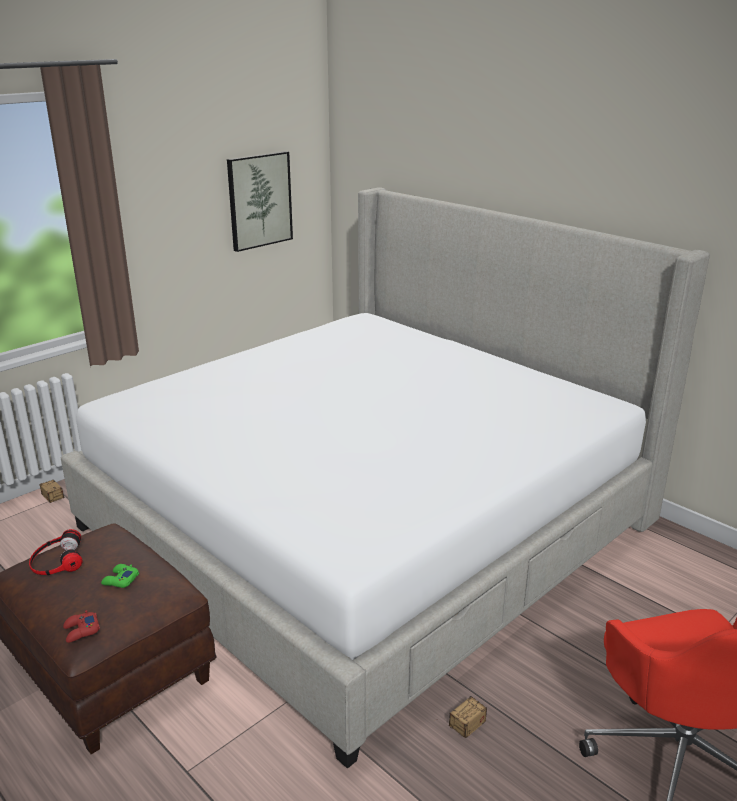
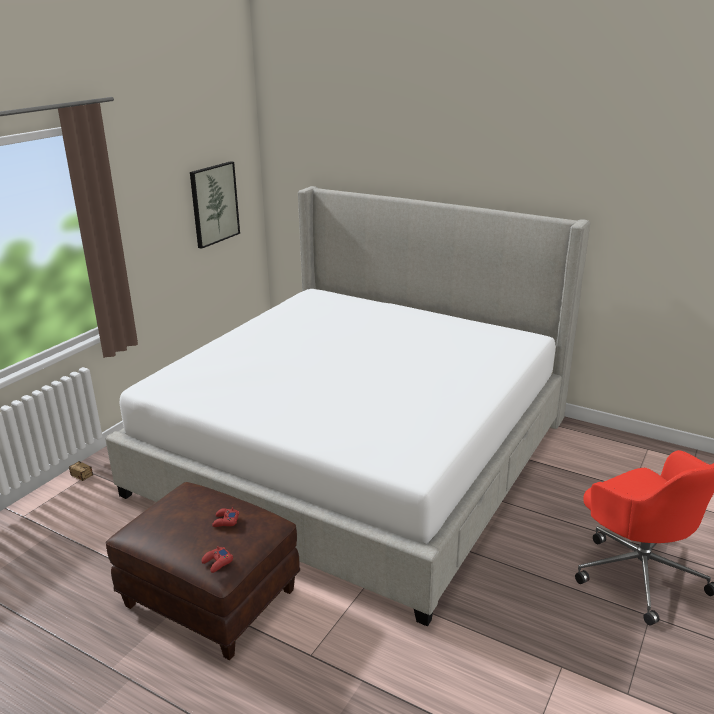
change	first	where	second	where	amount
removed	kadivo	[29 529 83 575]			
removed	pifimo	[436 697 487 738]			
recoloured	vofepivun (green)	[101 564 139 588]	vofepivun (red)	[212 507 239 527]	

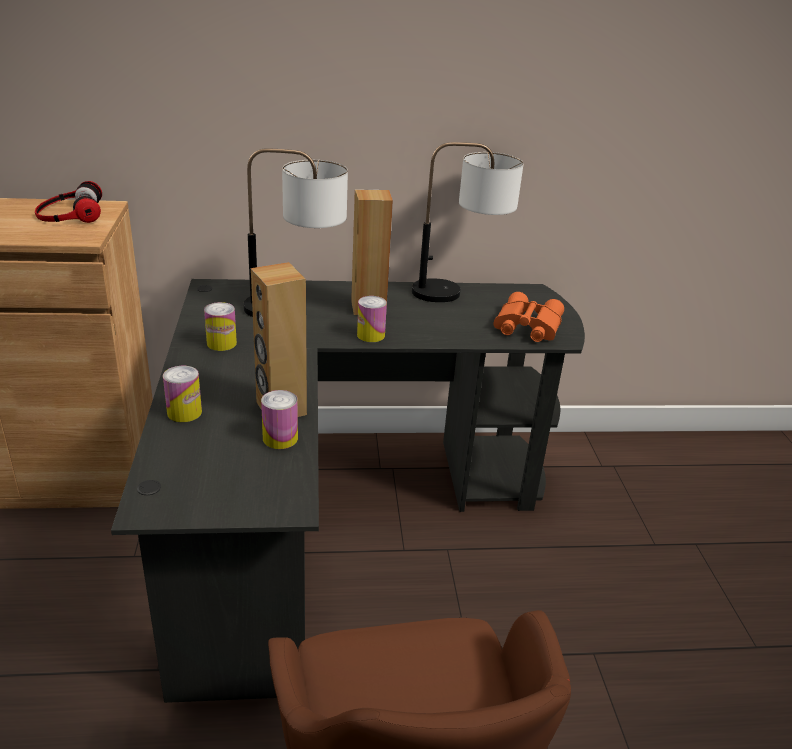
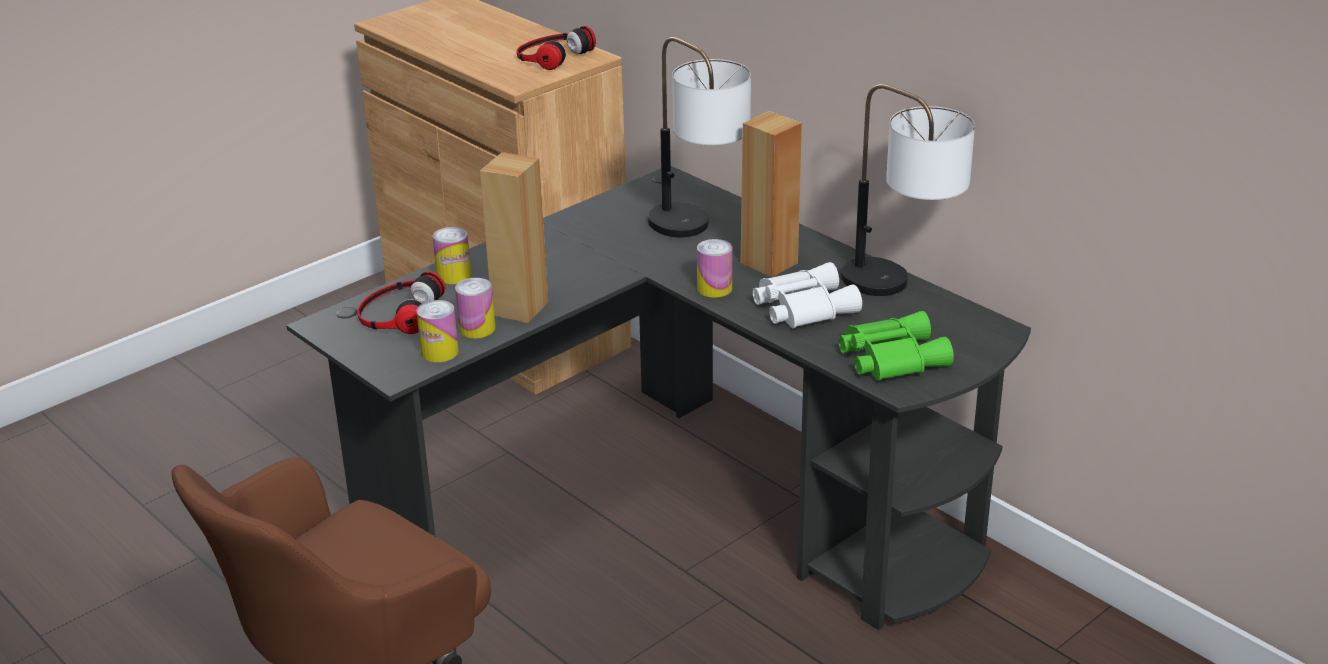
change	first	where	second	where	amount
added			kadivo	[357 271 445 334]	
added			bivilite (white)	[753 262 862 328]	
moved	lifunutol	[204 302 237 351]		[416 300 459 362]	
recoloured	bivilite (orange)	[494 292 564 342]	bivilite (green)	[838 311 954 381]	

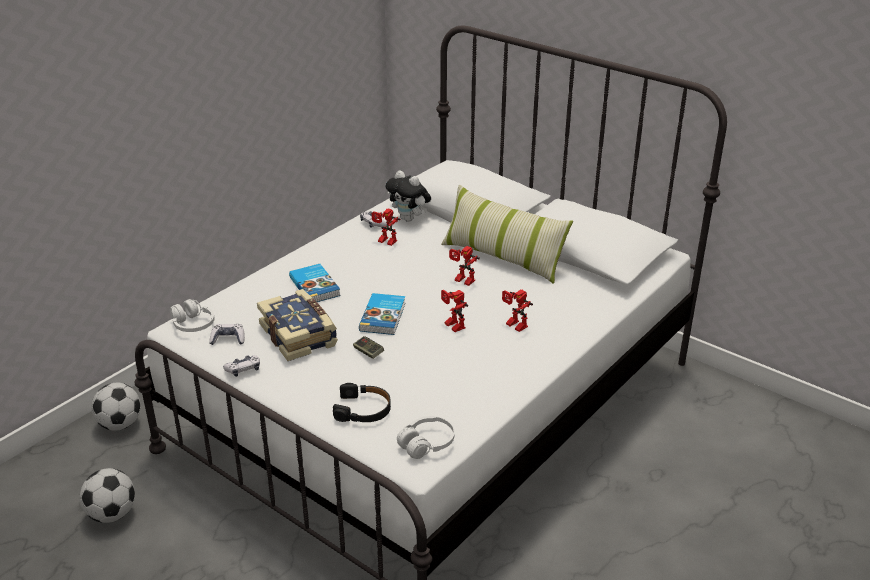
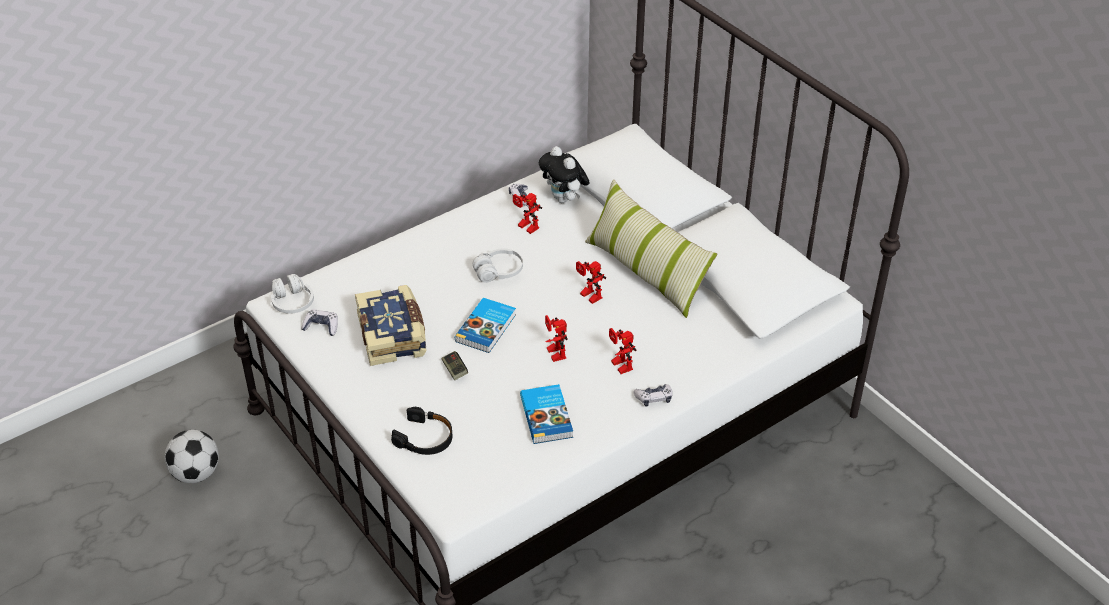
change	first	where	second	where	amount
removed	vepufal	[91 383 141 431]			
moved	vofepivun	[223 355 260 377]		[633 384 673 407]	
moved	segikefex	[289 264 341 302]		[520 384 573 444]	
moved	kadivo (white)	[397 416 455 459]		[472 248 523 283]	

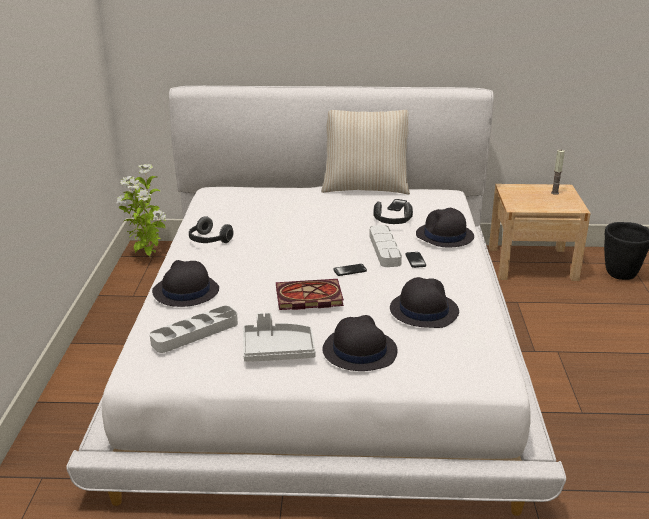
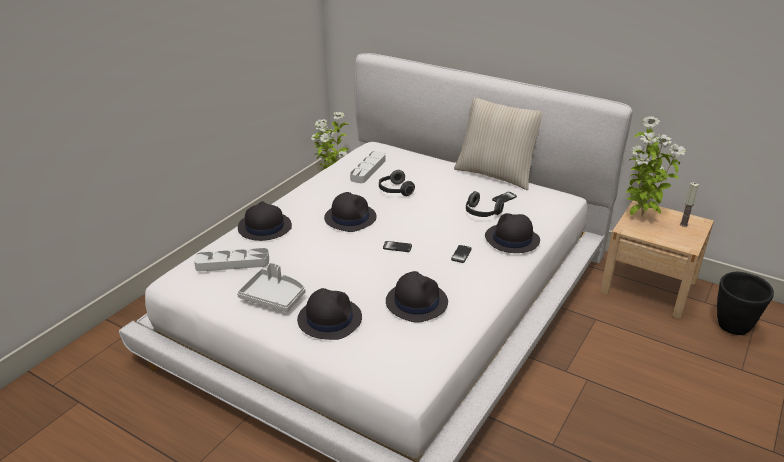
change	first	where	second	where	amount
removed	segikefex	[276 279 344 310]			
added			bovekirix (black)	[324 192 377 232]	
added			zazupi	[626 116 686 216]	
moved	kadivo	[189 216 234 243]		[379 170 415 196]	
moved	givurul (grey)	[369 225 402 267]		[350 151 386 183]	

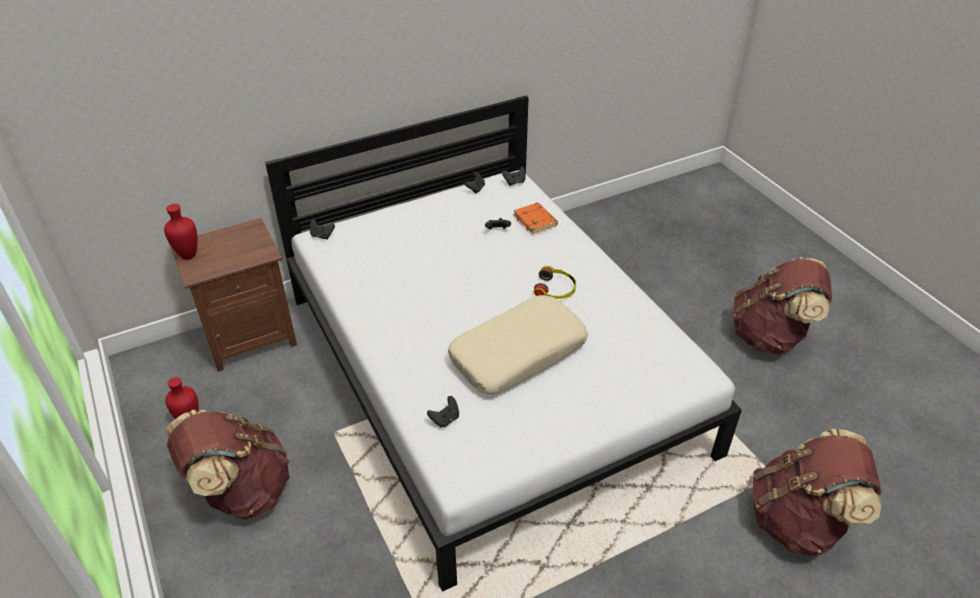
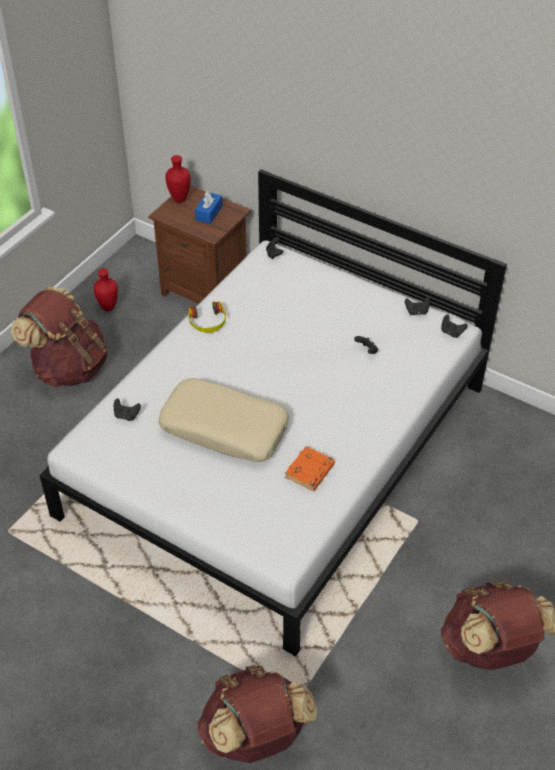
change	first	where	second	where	amount
added			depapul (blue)	[195 191 222 224]	
moved	segikefex (orange)	[513 203 558 234]		[285 446 335 491]	
moved	kadivo	[534 266 576 299]		[188 301 226 333]	

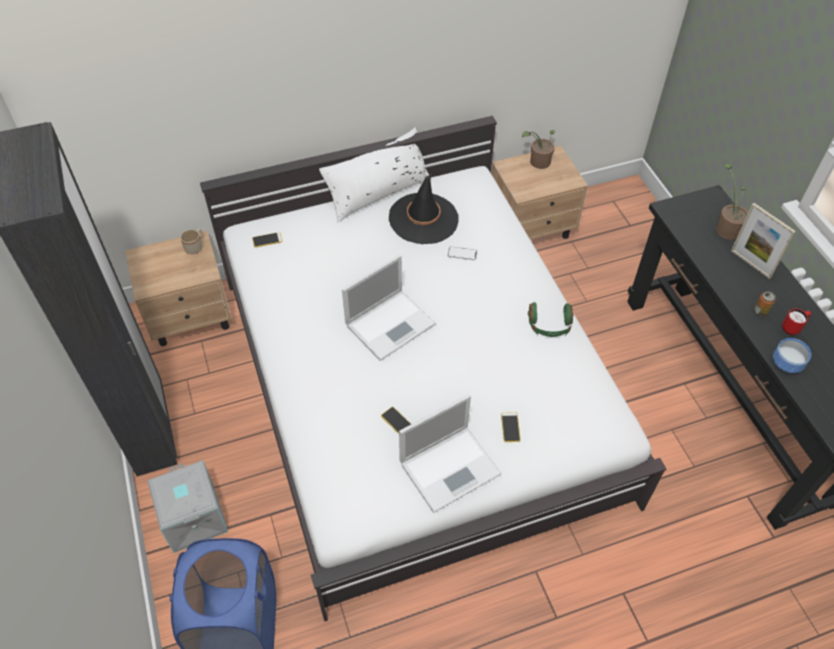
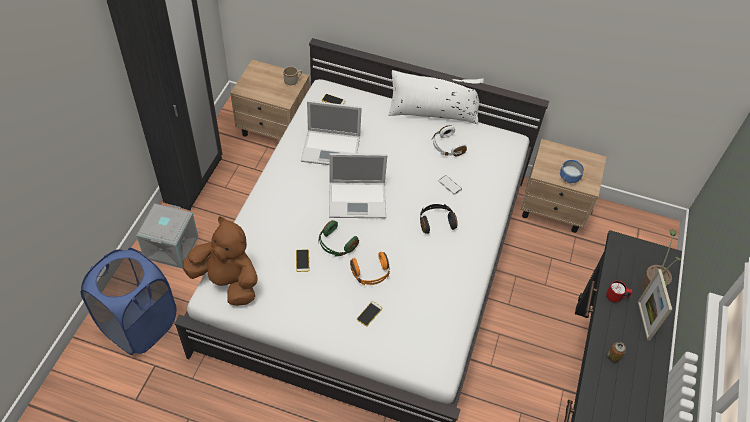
change	first	where	second	where	amount
removed	zazupi	[522 130 555 169]			
added			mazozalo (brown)	[183 216 258 306]	
added			kadivo (orange)	[350 252 390 285]	
added			kadivo (black)	[420 204 458 234]	
moved	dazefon	[399 394 502 513]		[301 100 362 165]	
moved	kadivo (green)	[528 302 574 337]		[318 220 359 257]	
moved	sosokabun	[773 338 811 373]		[560 160 584 183]	
moved	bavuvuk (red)	[782 309 811 335]		[606 281 632 303]	
replaced	bovekirix (black)	[389 173 459 244]	kadivo (white)	[432 125 467 156]	

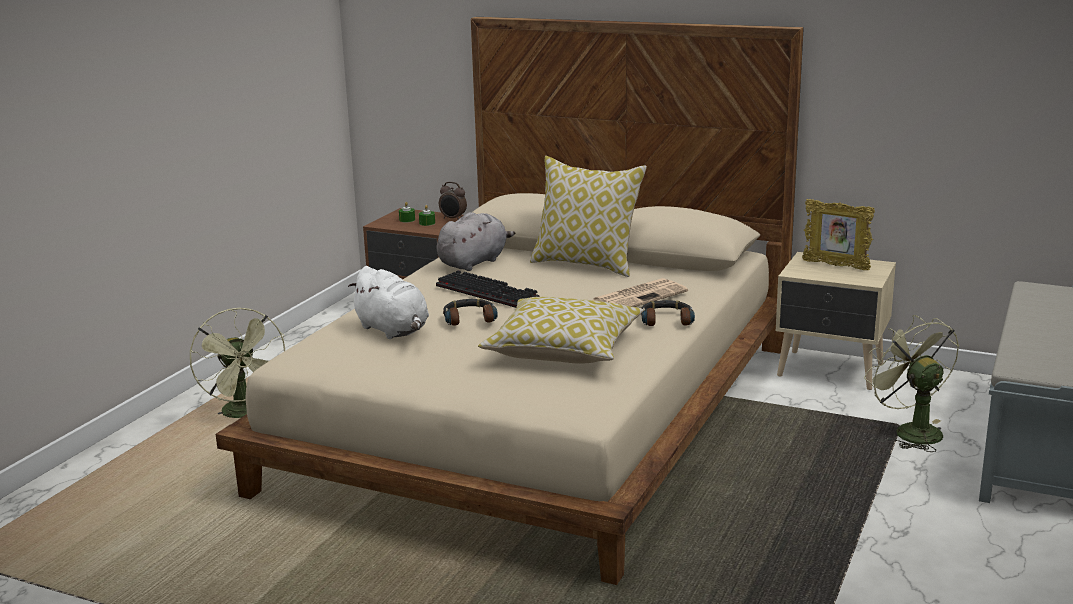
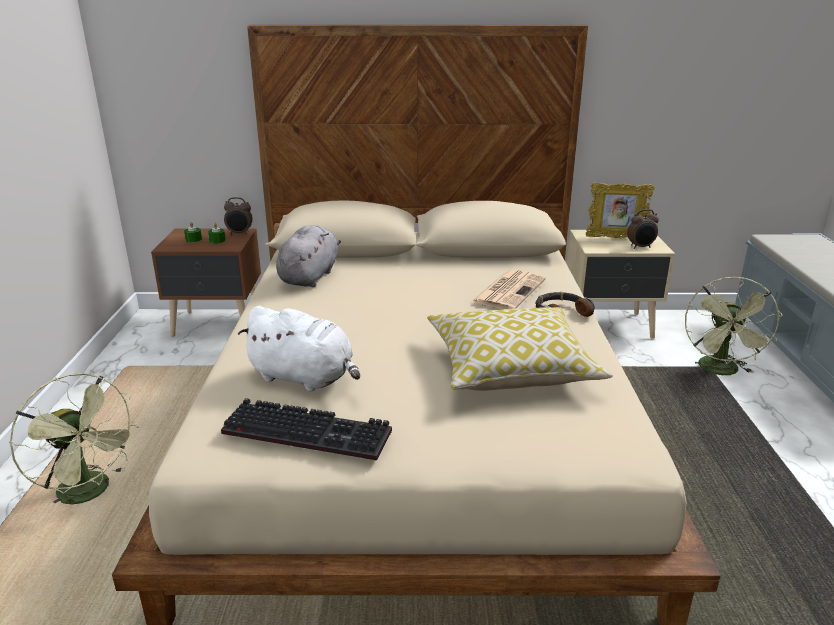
change	first	where	second	where	amount
removed	kadivo	[443 299 498 326]			
removed	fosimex	[530 156 647 277]			
added			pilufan	[627 209 659 249]	
moved	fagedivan	[436 270 539 308]		[221 398 392 461]	
turned	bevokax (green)	[864 315 959 452]		[685 276 783 375]	120 degrees counterclockwise

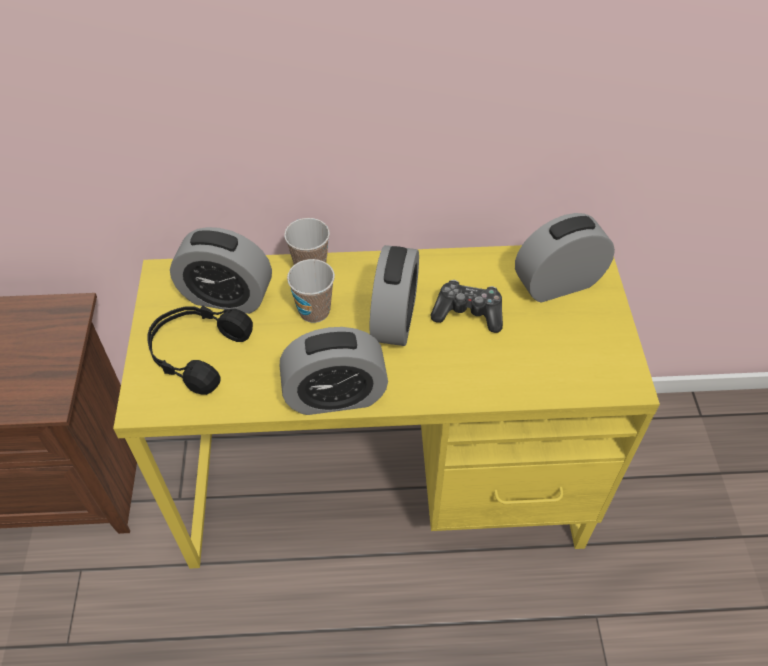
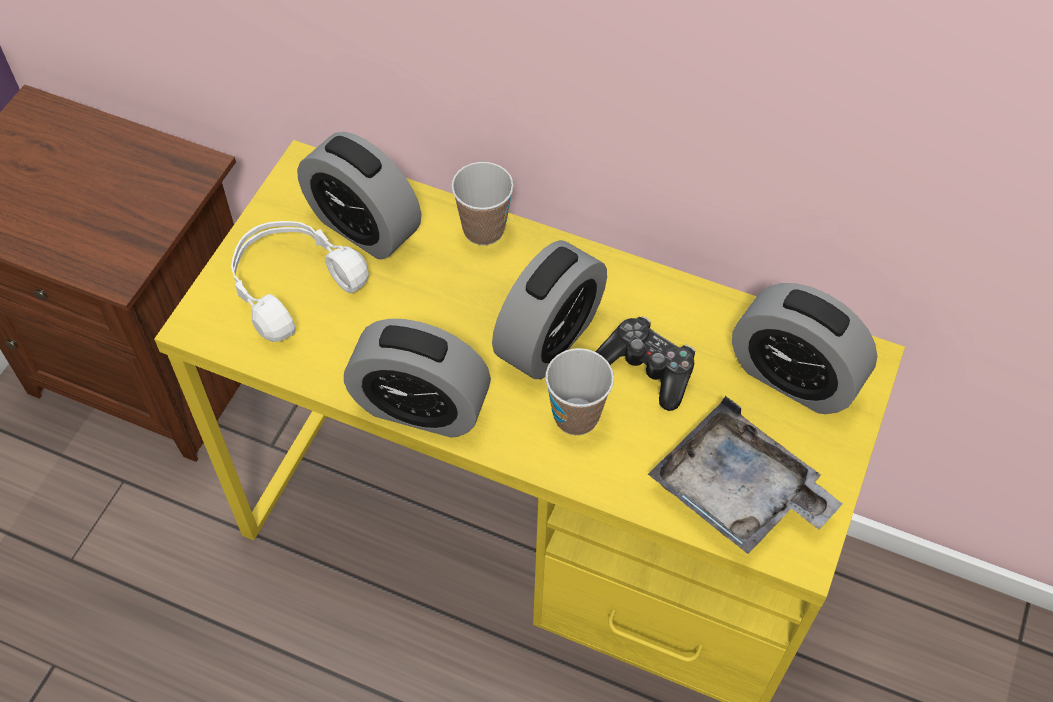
change	first	where	second	where	amount
added			givurul (grey)	[648 396 843 554]	
moved	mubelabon	[287 259 335 323]		[545 348 614 435]	
recoloured	kadivo (black)	[147 305 253 395]	kadivo (white)	[231 221 369 342]	
turned	pilufan	[515 213 615 302]		[732 283 878 414]	150 degrees counterclockwise

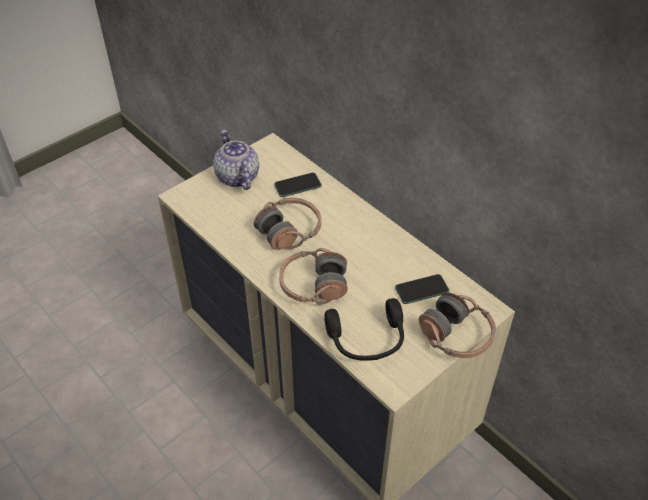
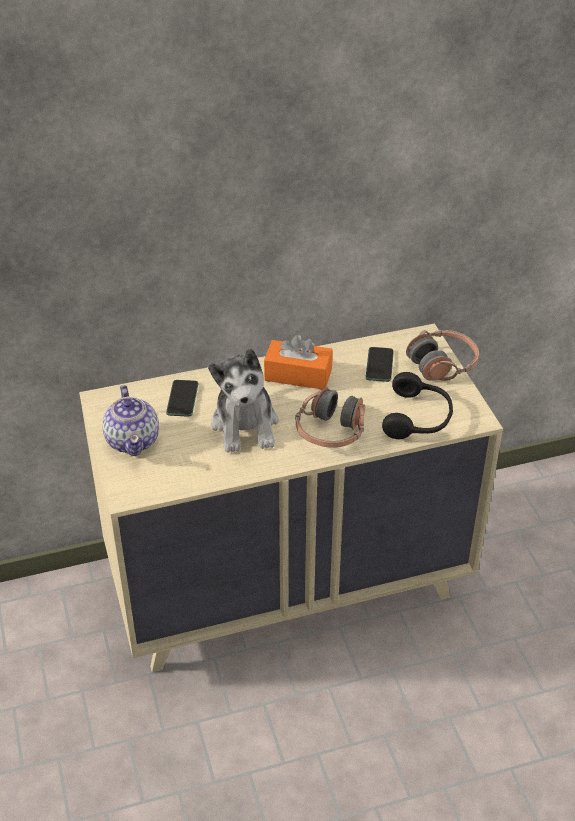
change	first	where	second	where	amount
added			depapul (orange)	[264 335 333 389]	
replaced	kadivo	[254 198 322 250]	mazozalo	[208 348 278 453]	
turned	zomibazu	[213 130 259 190]		[102 385 159 456]	105 degrees counterclockwise

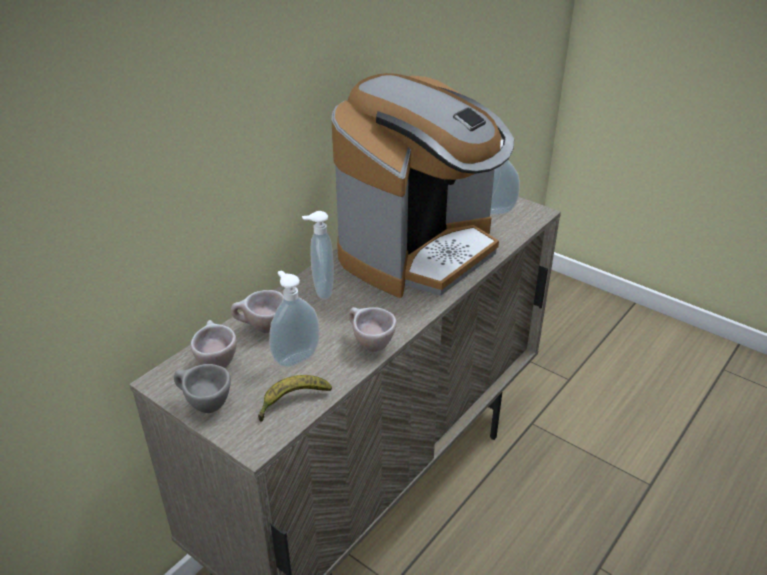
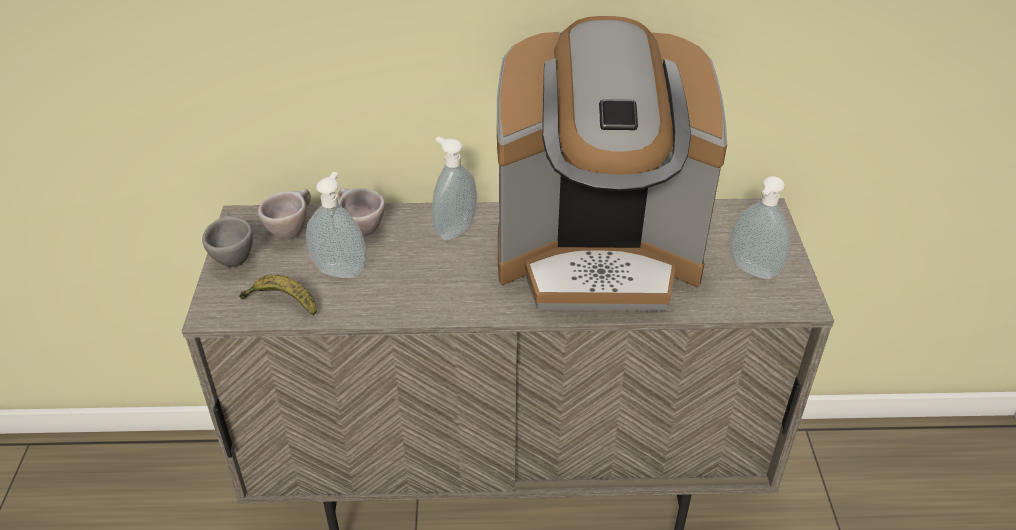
change	first	where	second	where	amount
removed	mubelabon (beige)	[349 307 397 352]			

